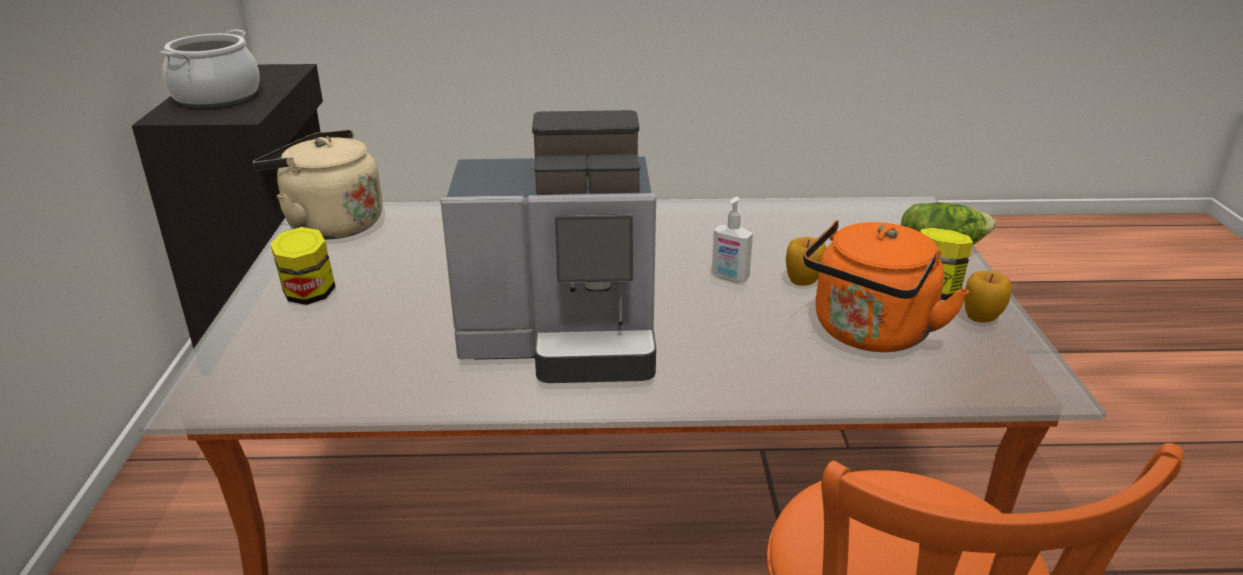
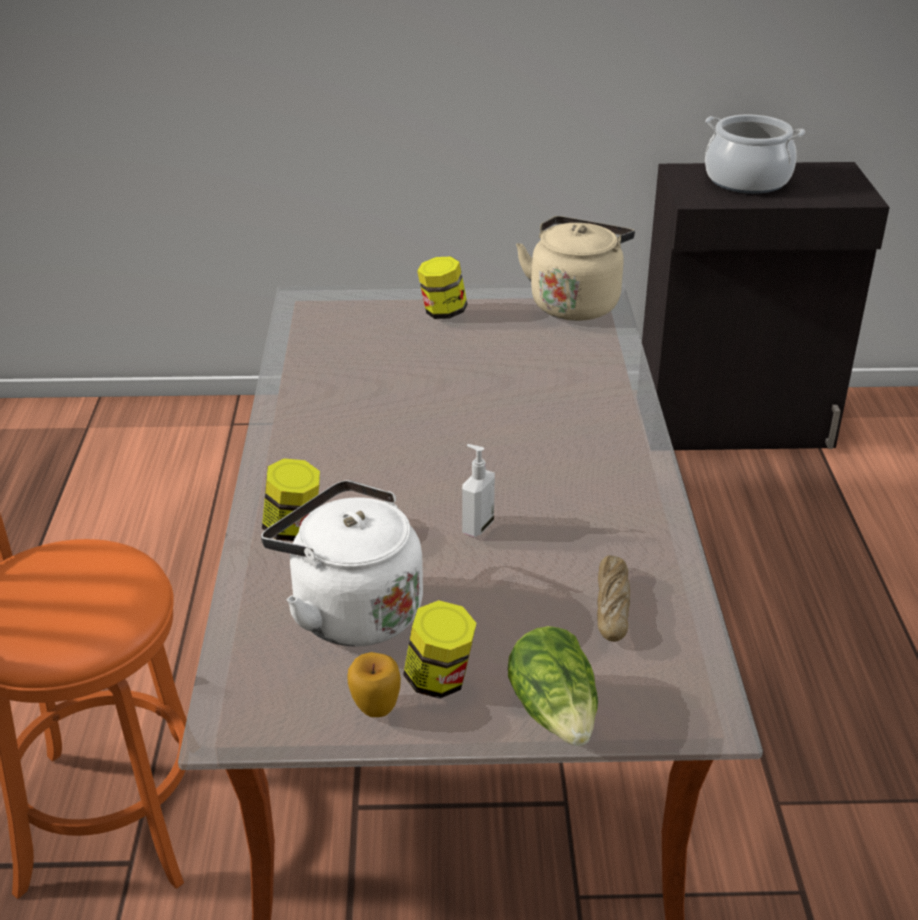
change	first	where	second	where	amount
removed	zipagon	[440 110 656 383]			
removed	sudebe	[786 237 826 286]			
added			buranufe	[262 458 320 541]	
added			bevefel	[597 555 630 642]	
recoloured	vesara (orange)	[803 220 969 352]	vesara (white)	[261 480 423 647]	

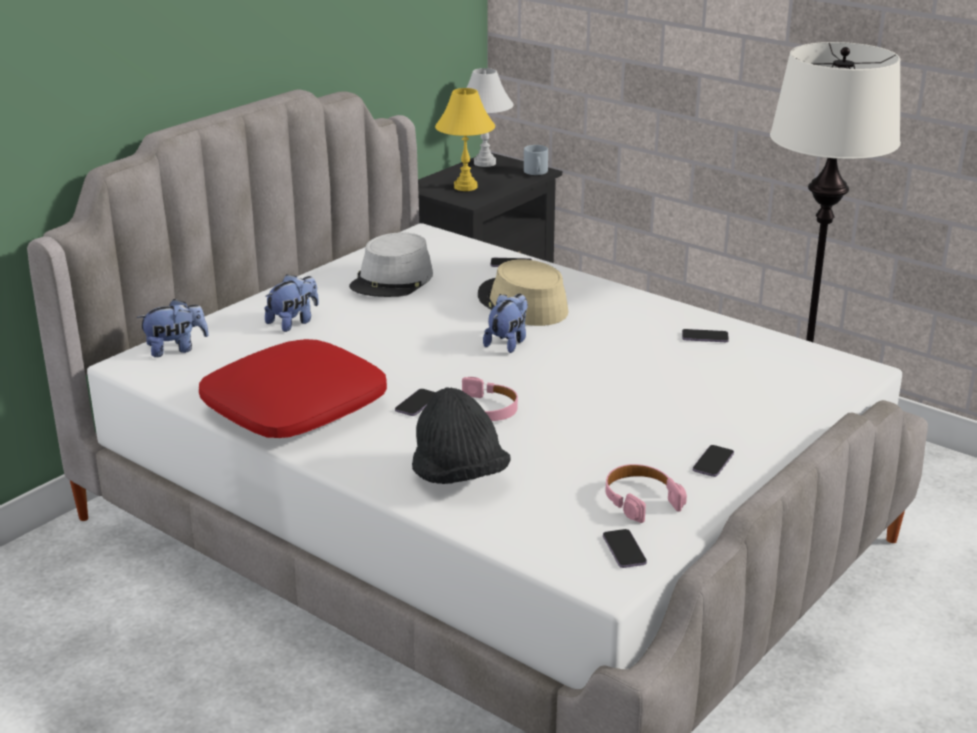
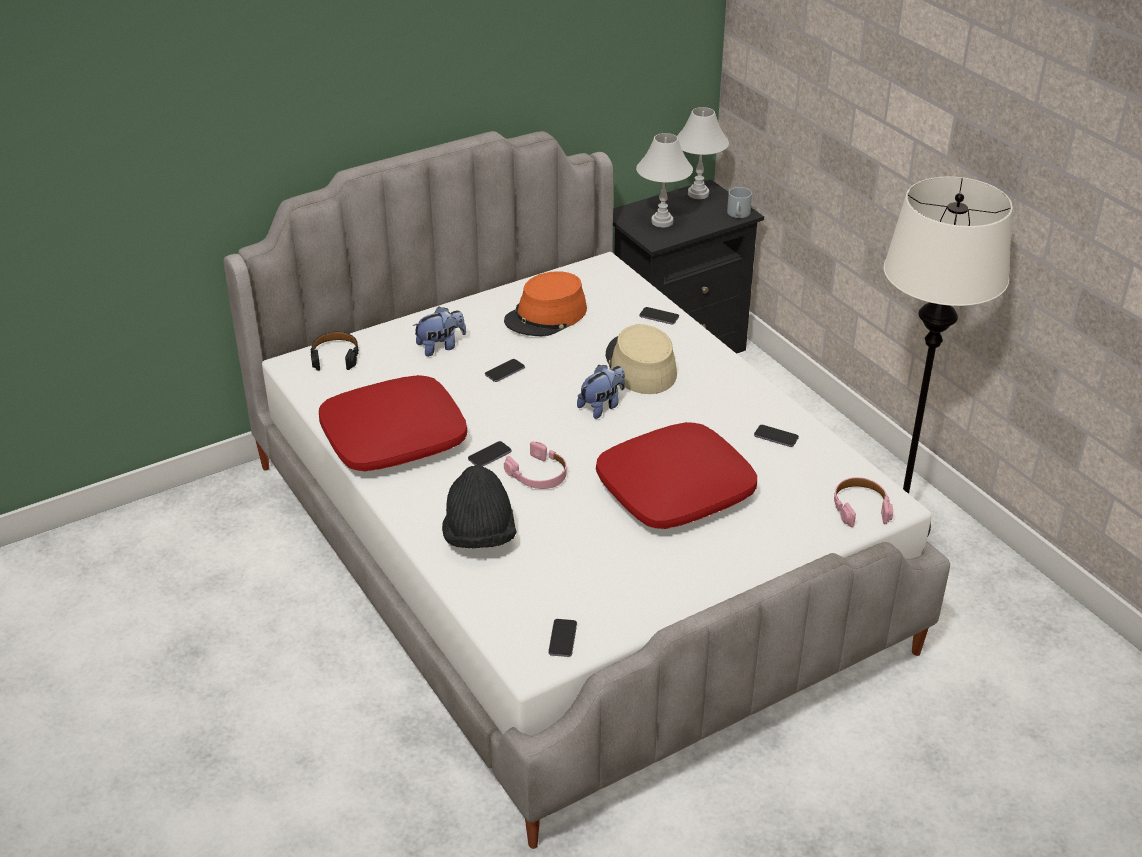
change	first	where	second	where	amount
added			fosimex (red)	[596 422 757 529]	
moved	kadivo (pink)	[605 464 687 523]		[834 477 893 527]	
moved	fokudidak	[693 445 734 477]		[485 359 525 382]	
replaced	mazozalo	[137 299 209 357]	kadivo (black)	[311 331 359 371]	
recoloured	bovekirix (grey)	[349 232 433 297]	bovekirix (orange)	[504 271 587 336]	
recoloured	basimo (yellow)	[435 88 495 191]	basimo (white)	[636 133 693 227]	

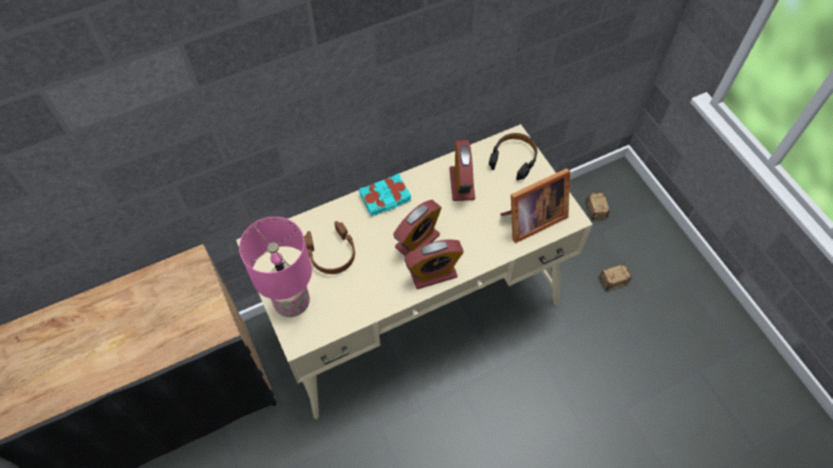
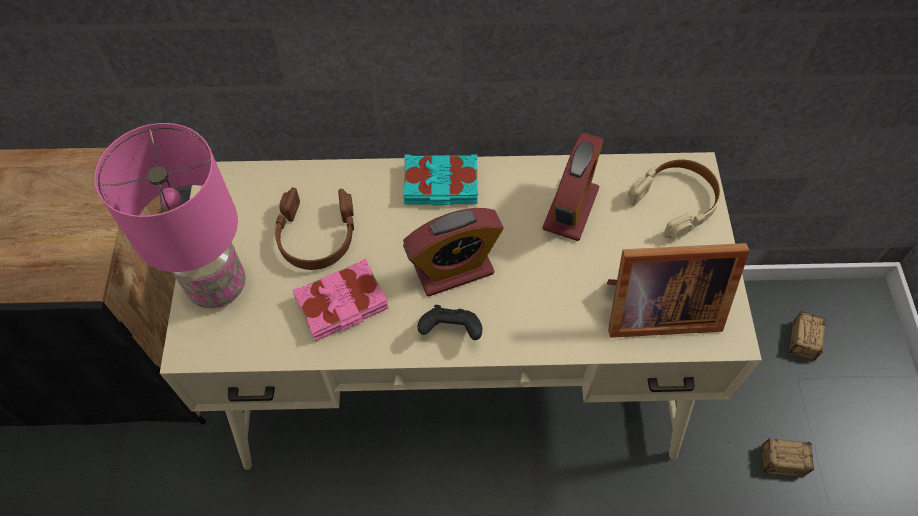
change	first	where	second	where	amount
added			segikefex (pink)	[292 258 388 342]	
replaced	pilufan	[404 240 464 289]	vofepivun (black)	[417 305 482 340]	
recoloured	kadivo (black)	[489 133 537 180]	kadivo (beige)	[628 158 721 240]	

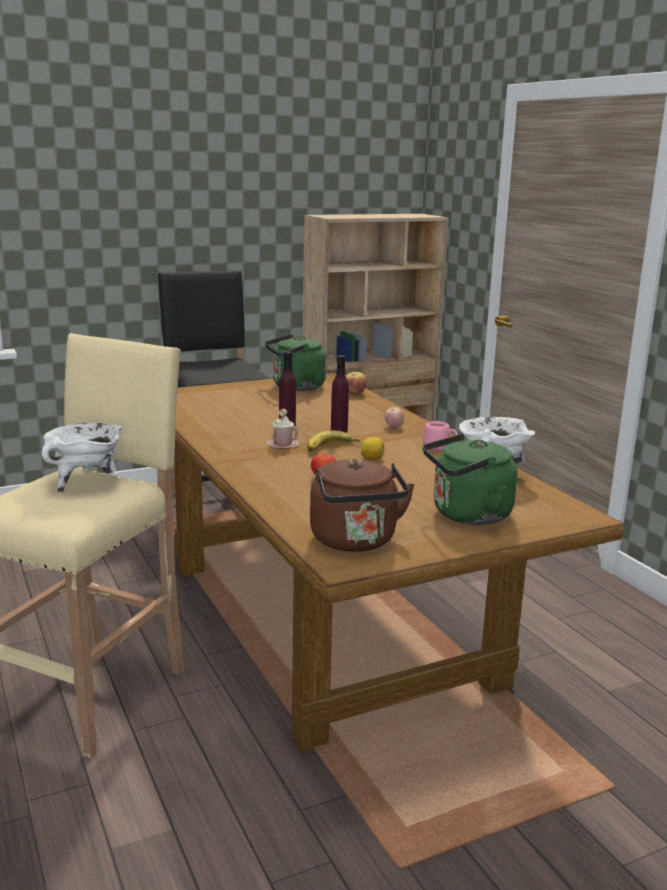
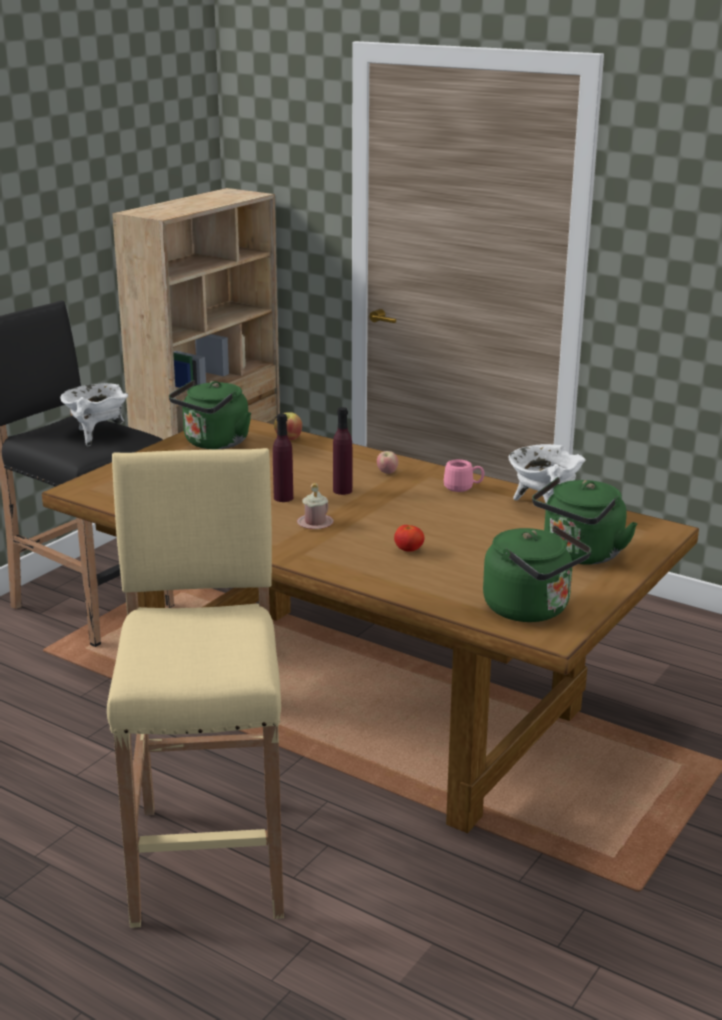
change	first	where	second	where	amount
removed	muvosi	[307 430 360 452]			
removed	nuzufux	[361 437 385 460]			
moved	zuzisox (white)	[42 423 122 493]		[60 383 128 446]	
recoloured	vesara (brown)	[310 459 415 552]	vesara (green)	[483 525 592 622]	

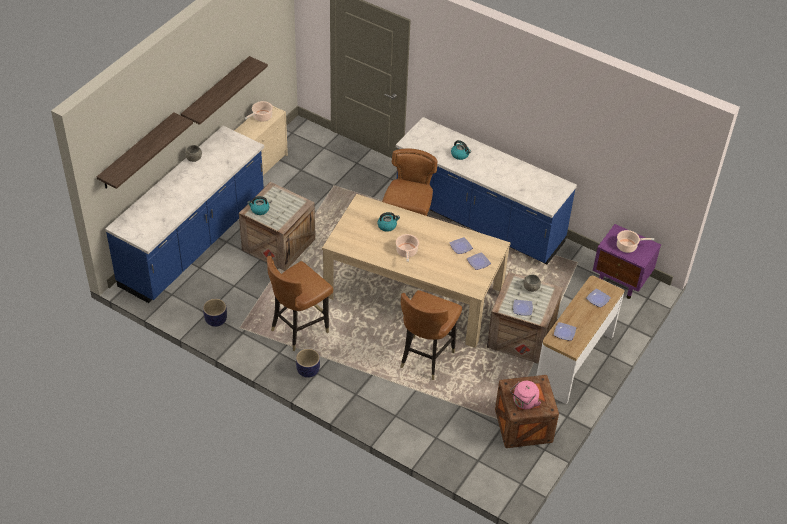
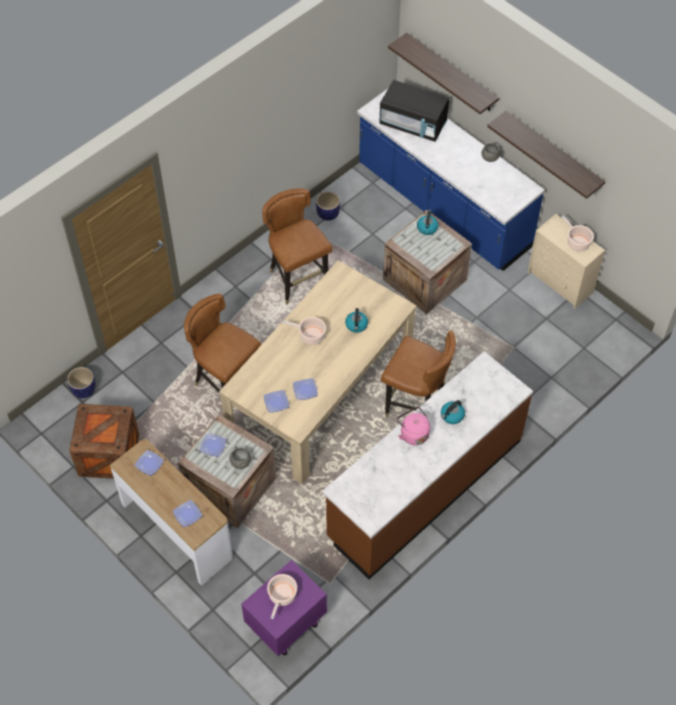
change	first	where	second	where	amount
added			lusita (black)	[379 80 449 142]	
moved	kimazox	[296 349 320 378]		[67 367 96 398]	
moved	vesara (pink)	[510 381 541 409]		[397 407 430 445]	
recoloured	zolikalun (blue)	[396 117 577 264]	zolikalun (brown)	[322 351 533 579]	

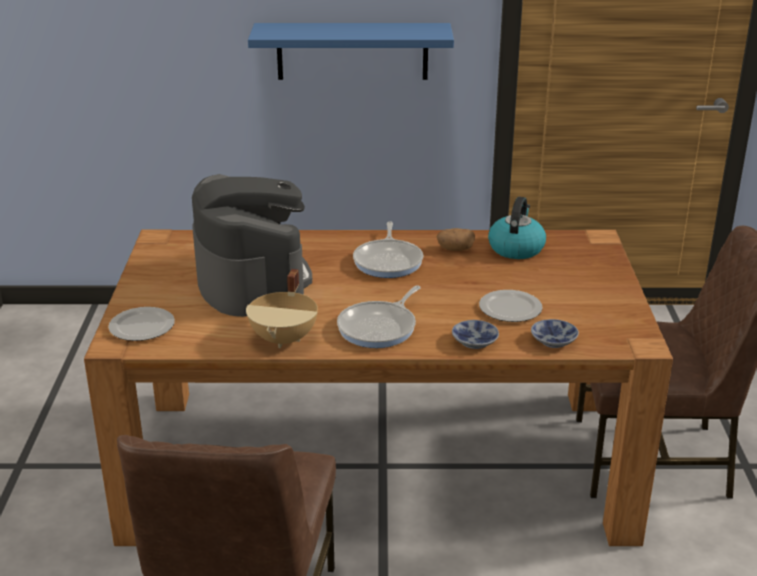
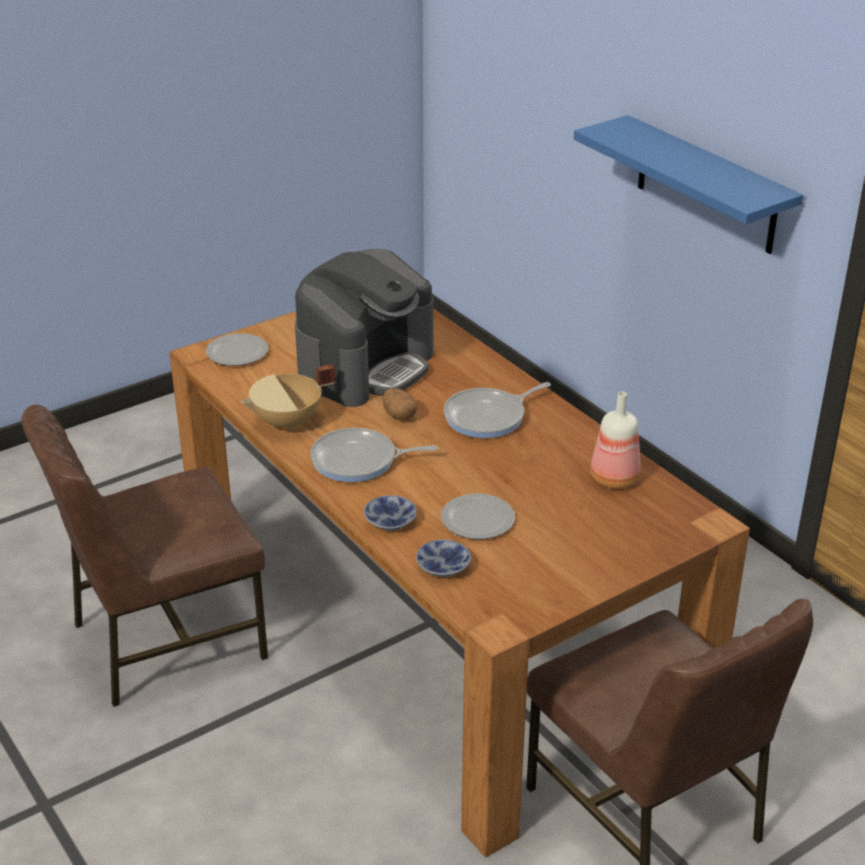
change	first	where	second	where	amount
moved	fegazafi	[437 228 475 251]		[383 388 417 420]	
replaced	vesara	[488 197 546 259]	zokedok	[590 392 641 489]	

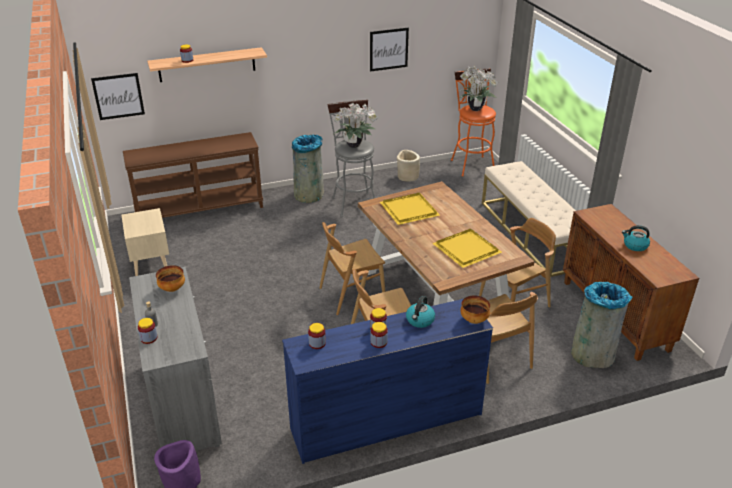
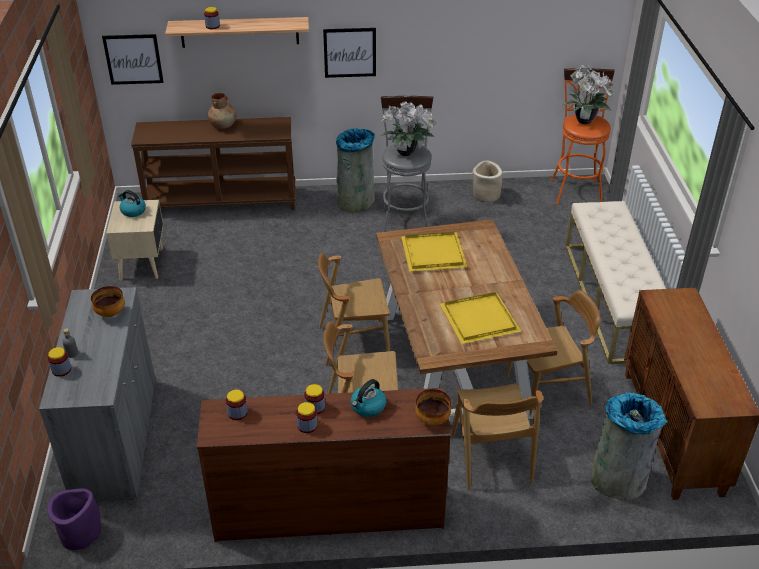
change	first	where	second	where	amount
added			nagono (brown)	[208 93 236 129]	
moved	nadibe	[370 28 409 72]		[323 28 376 78]	
moved	vesara	[622 225 650 251]		[118 190 146 217]	
recoloured	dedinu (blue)	[282 299 493 464]	dedinu (brown)	[197 388 451 542]	

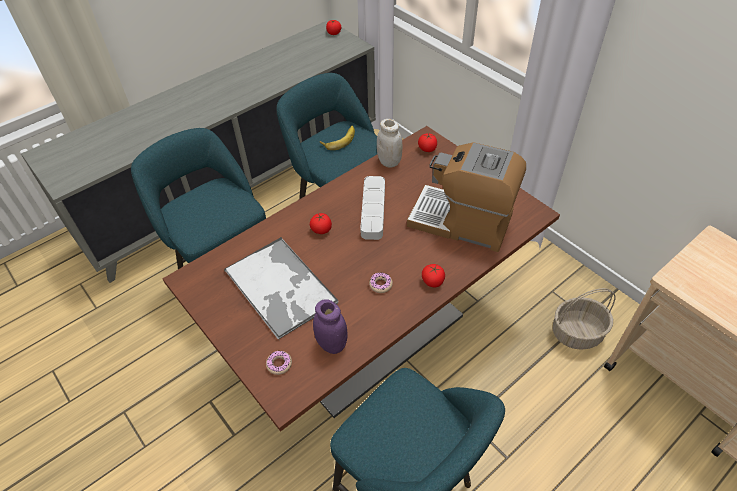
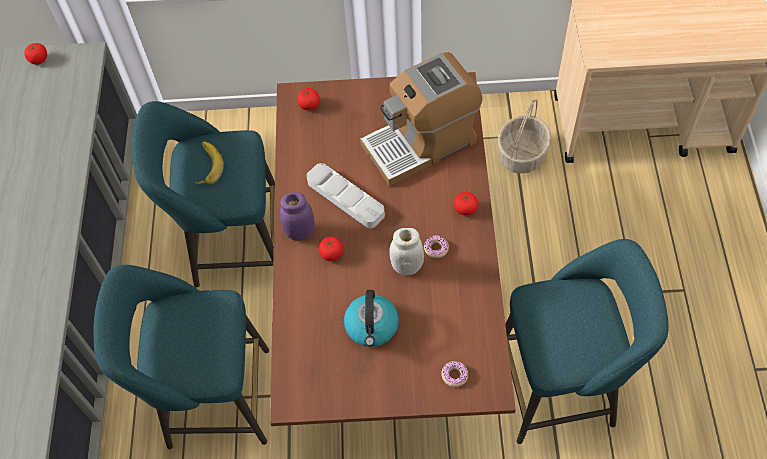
change	first	where	second	where	amount
moved	buranufe (purple)	[313 299 348 354]		[280 192 315 241]	
moved	buranufe (white)	[377 119 402 168]		[389 228 424 276]	
replaced	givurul	[224 237 338 339]	vesara	[344 290 399 347]	

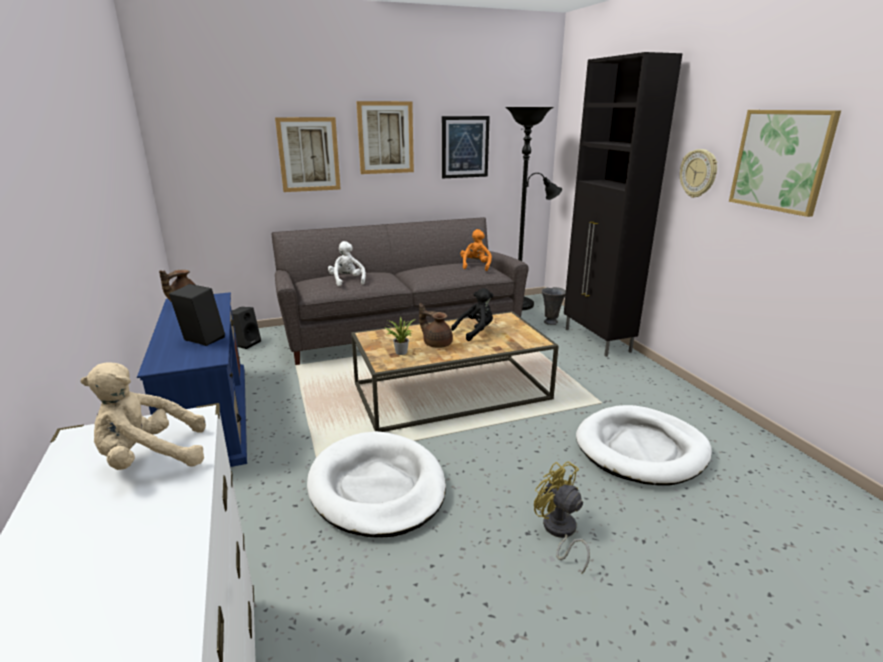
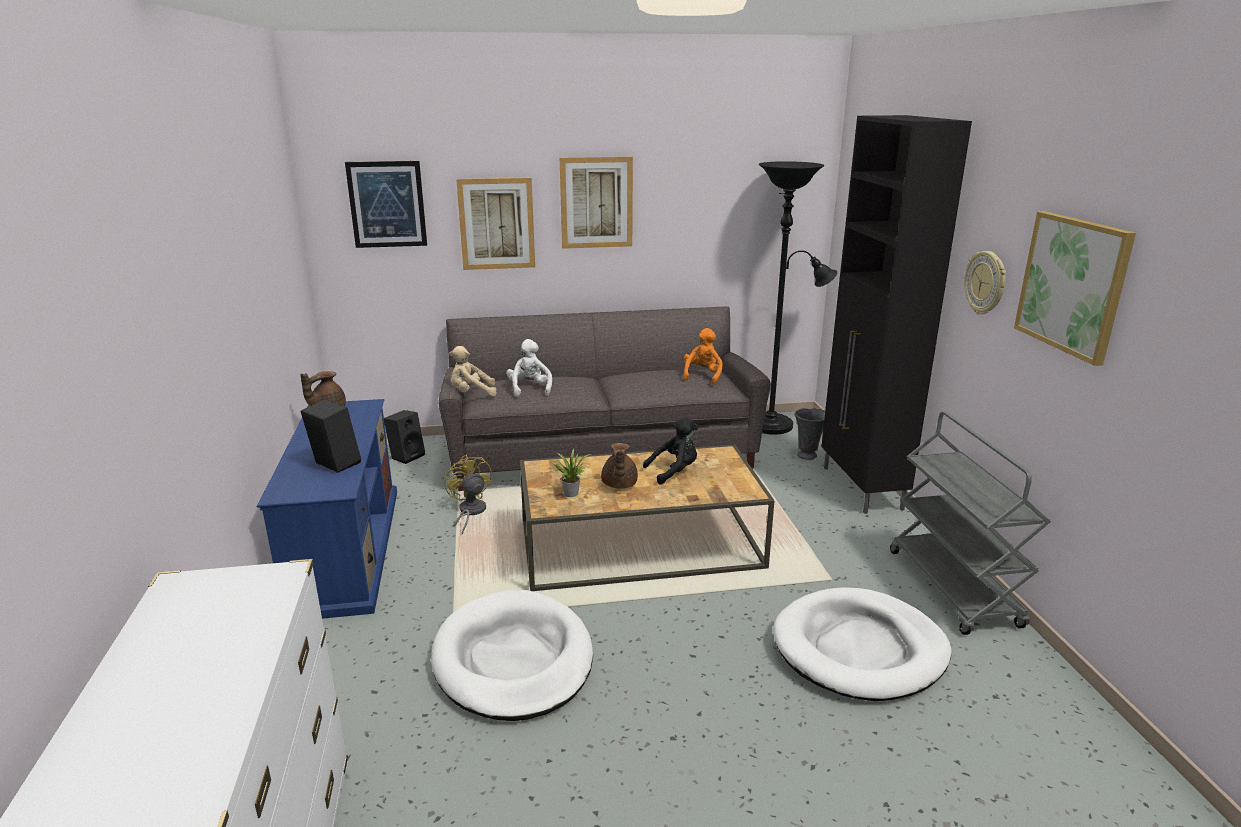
change	first	where	second	where	amount
added			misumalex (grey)	[890 411 1051 635]	
moved	mazozalo (beige)	[81 362 206 470]		[449 346 497 397]	
moved	nadibe	[442 116 490 178]		[345 161 427 248]	
moved	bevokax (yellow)	[534 461 590 574]		[445 454 492 534]	
turned	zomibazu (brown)	[419 303 453 348]		[601 443 638 489]	135 degrees counterclockwise

